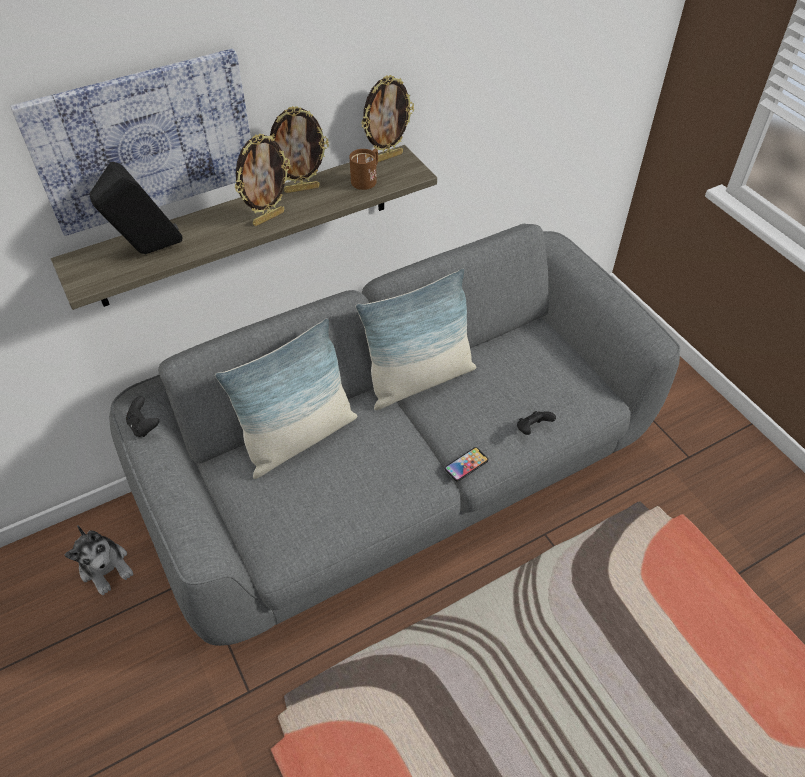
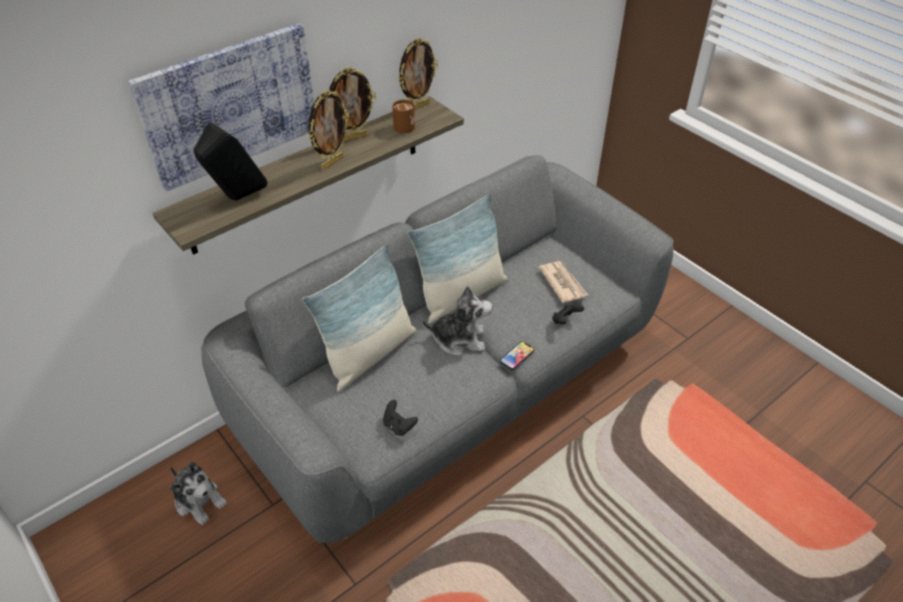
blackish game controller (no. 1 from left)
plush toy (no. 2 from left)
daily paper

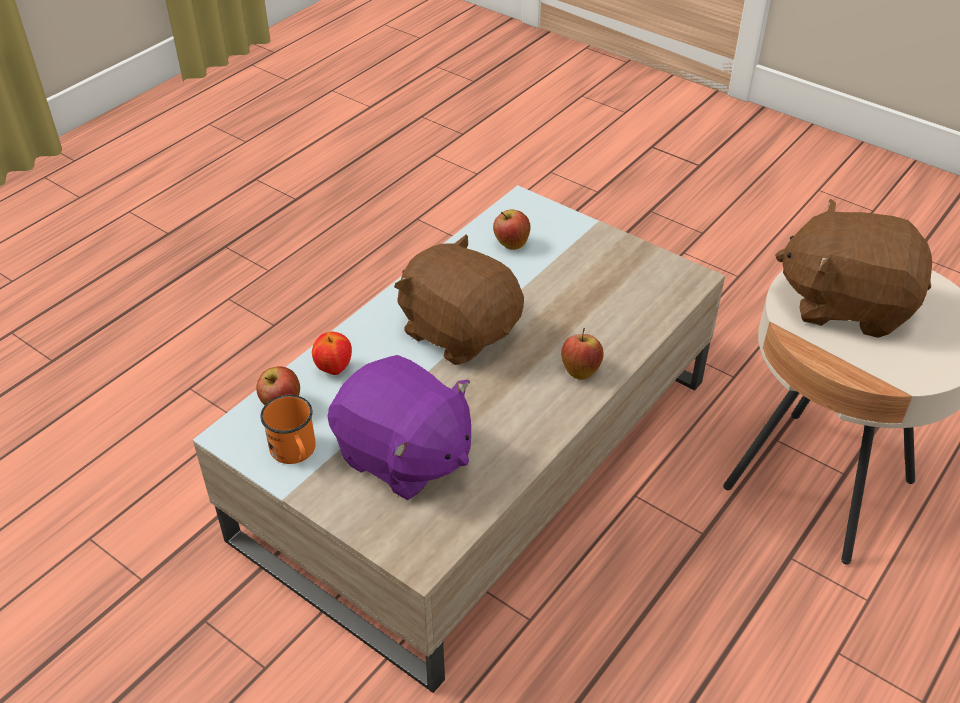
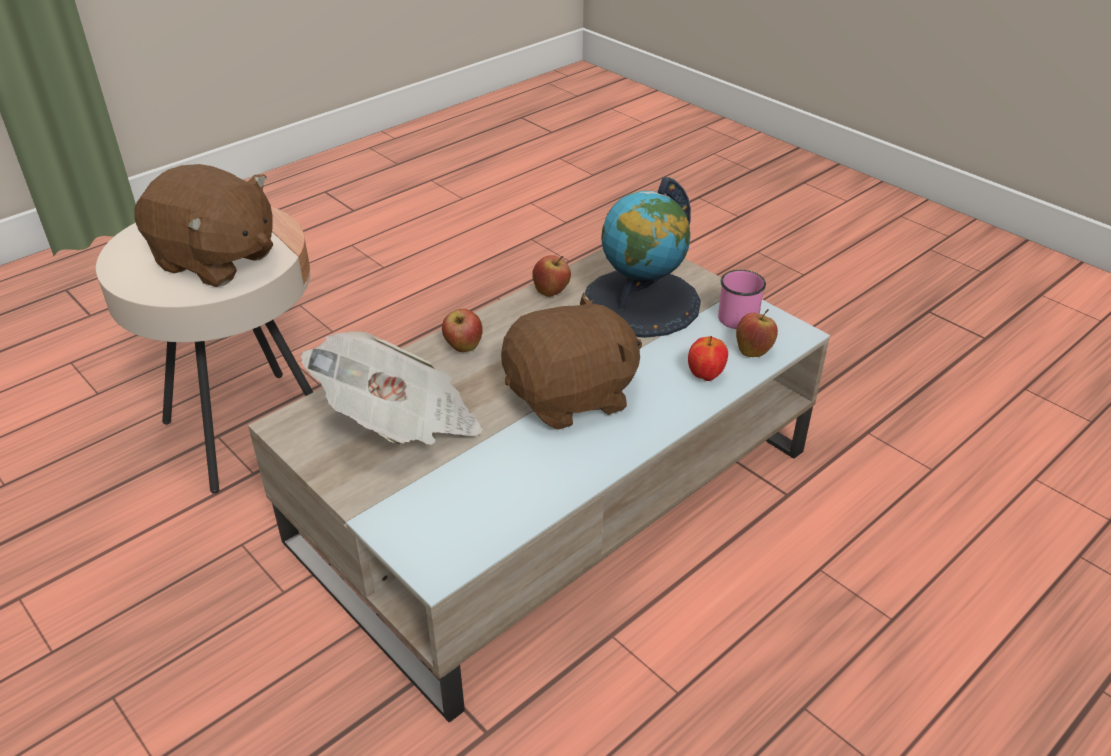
daily paper
brown-coloured plush toy (no. 2 from left)
apple (no. 2 from left)
desk globe
pink-coloured tea mug

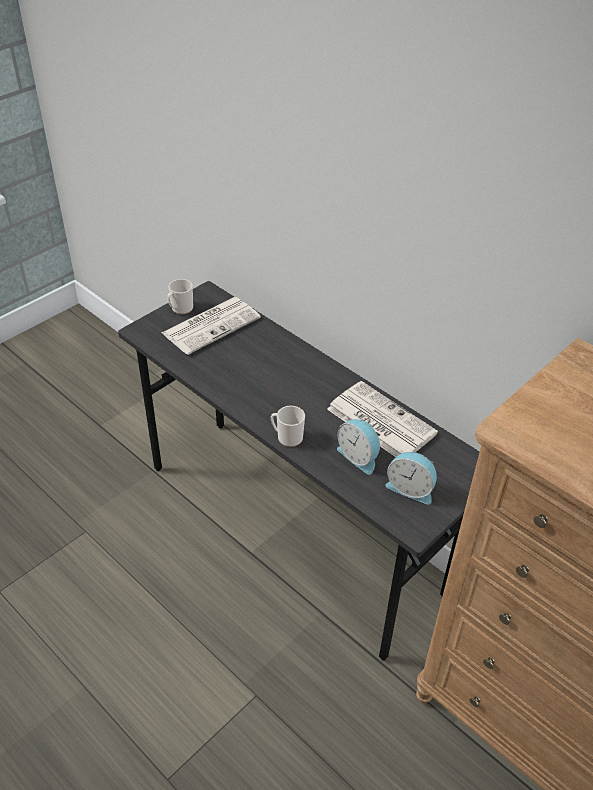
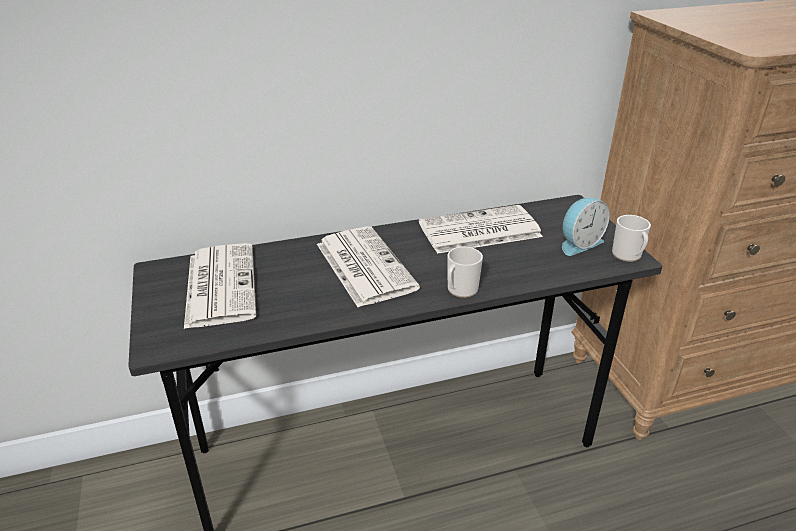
daily paper (no. 2 from left)
tea mug (no. 2 from left)
table clock (no. 1 from left in the first image)

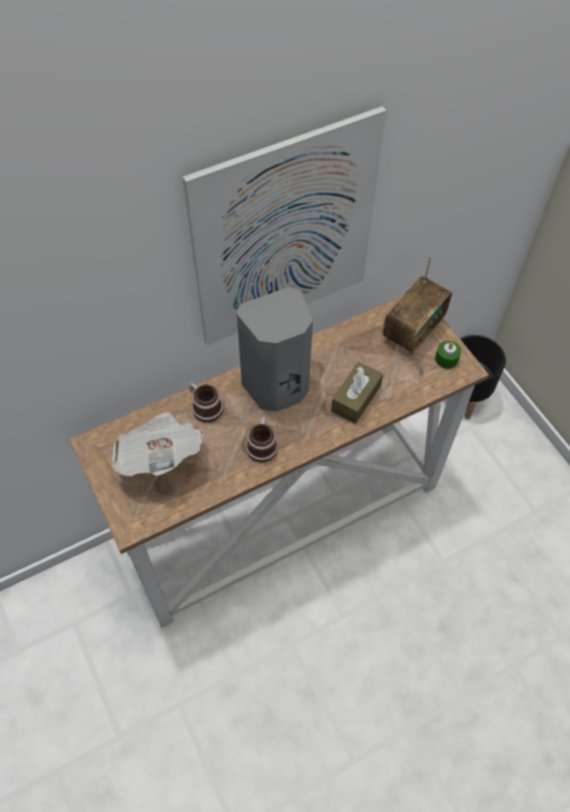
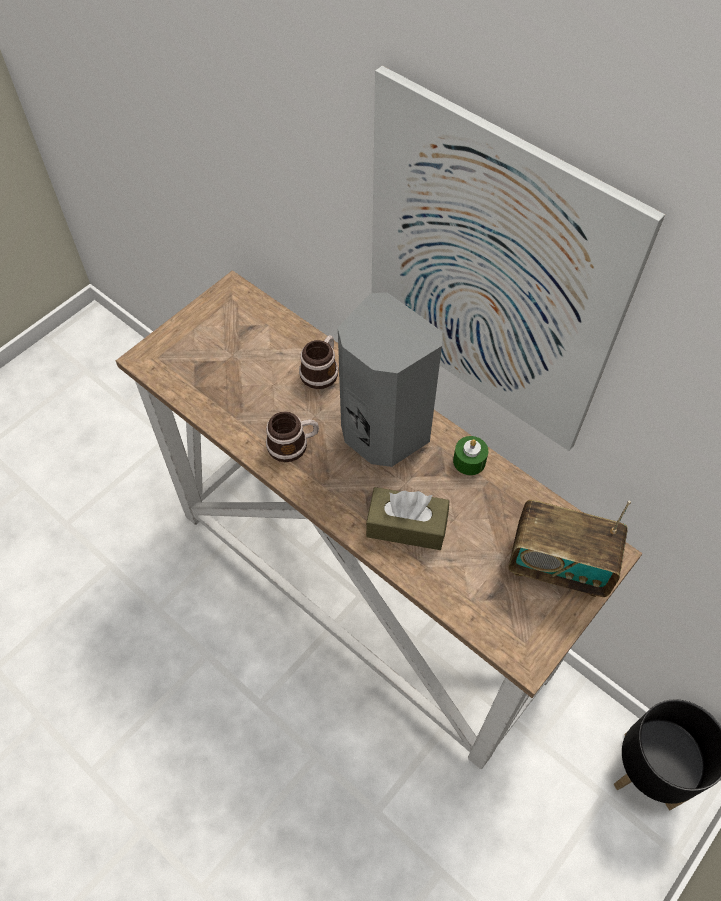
greenish wax candle
daily paper

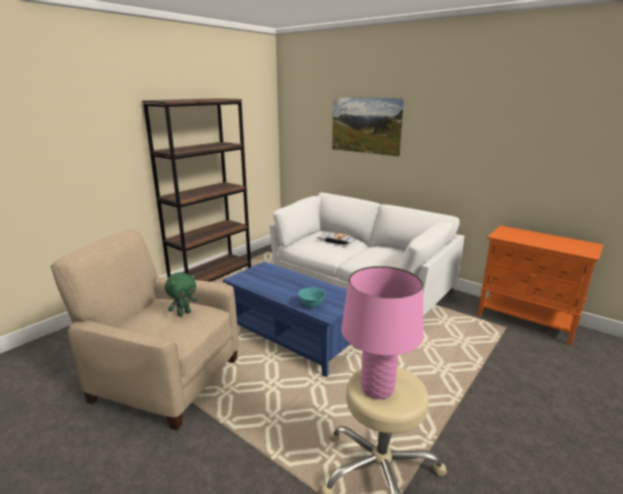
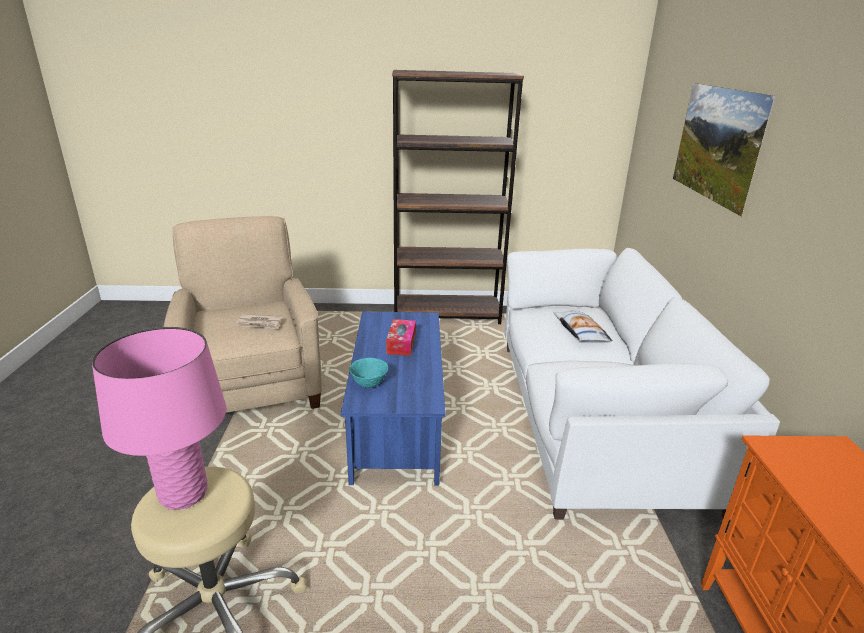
daily paper
box of tissues

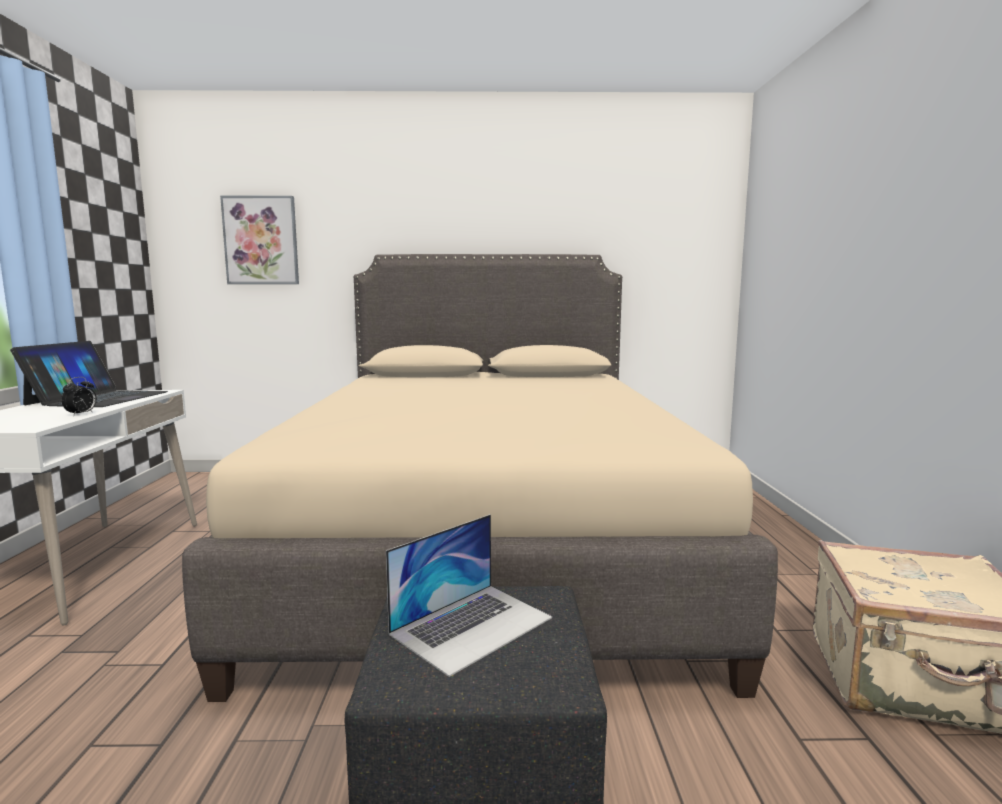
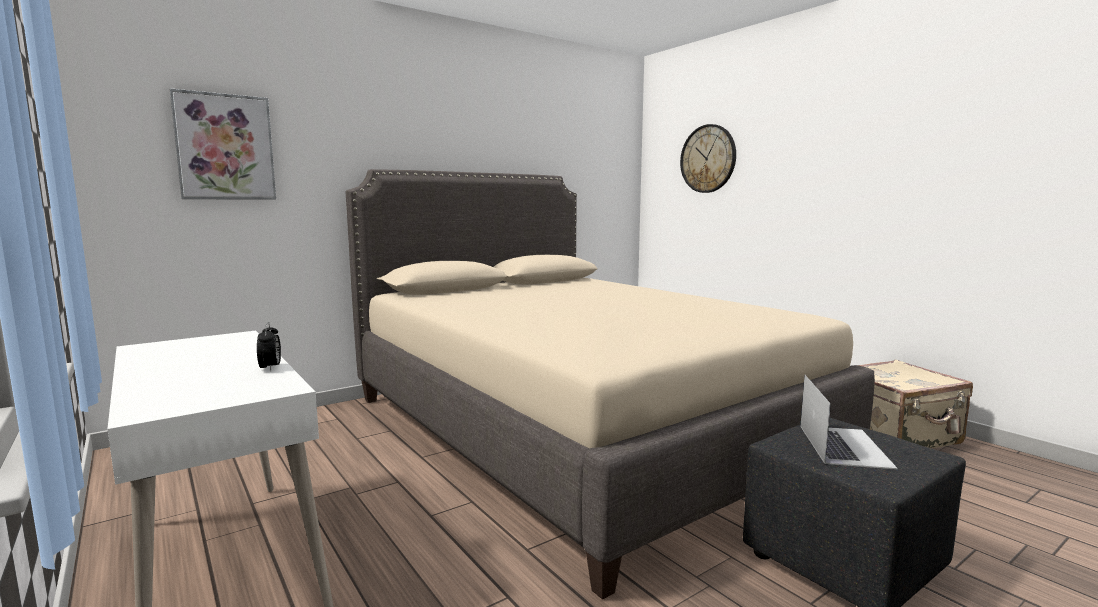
clock on the wall
portable computer (no. 1 from left in the first image)

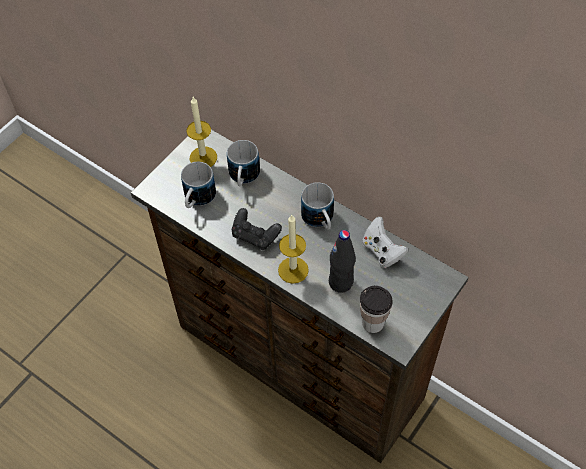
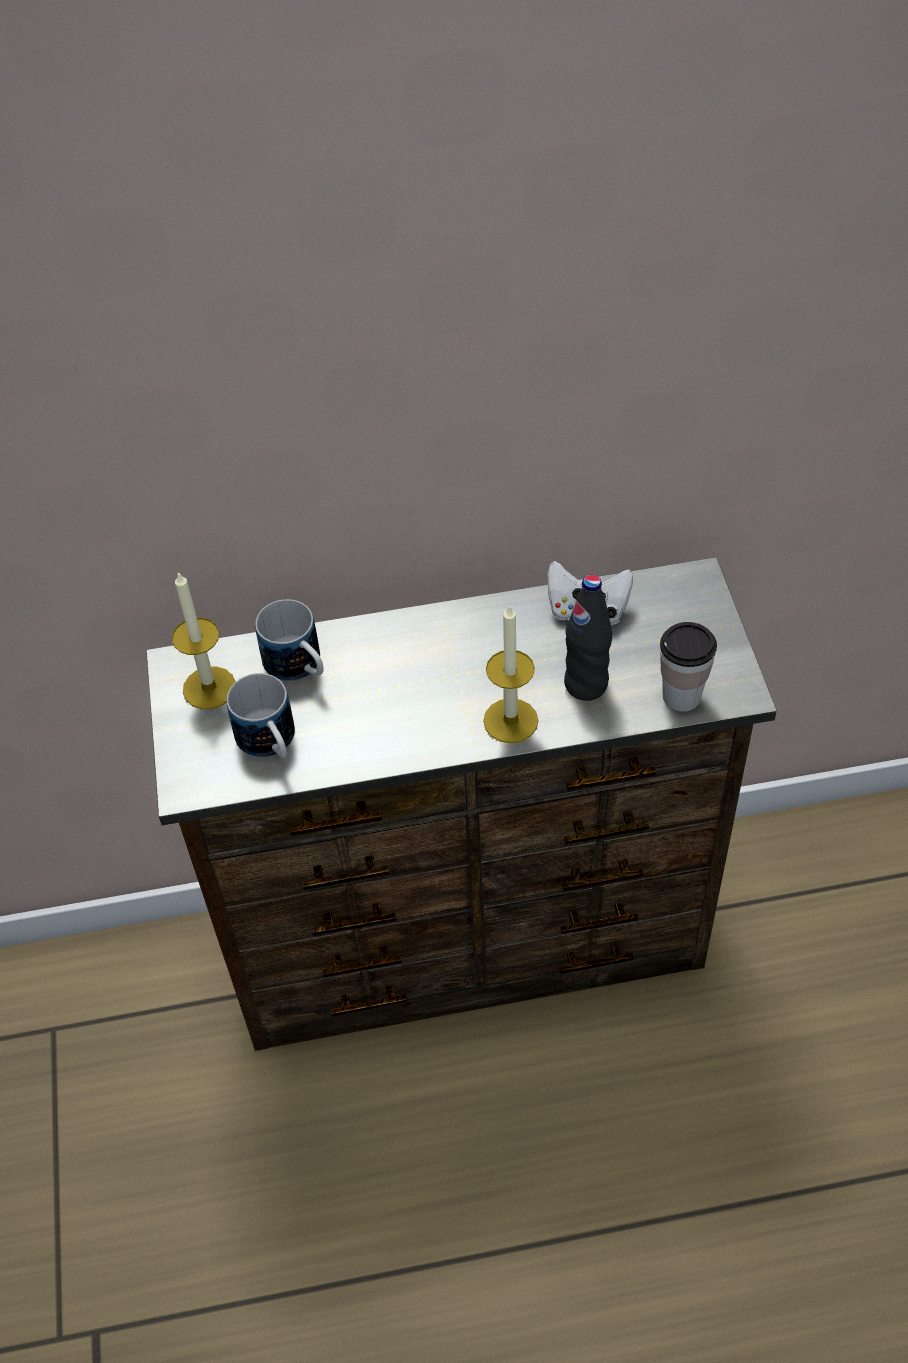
blackish game controller
tea mug (no. 3 from left in the first image)

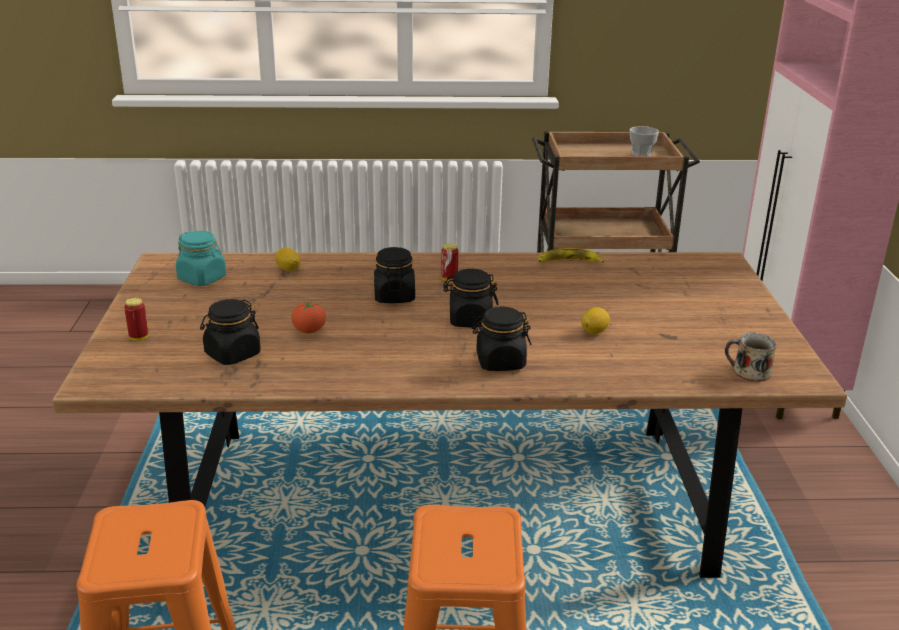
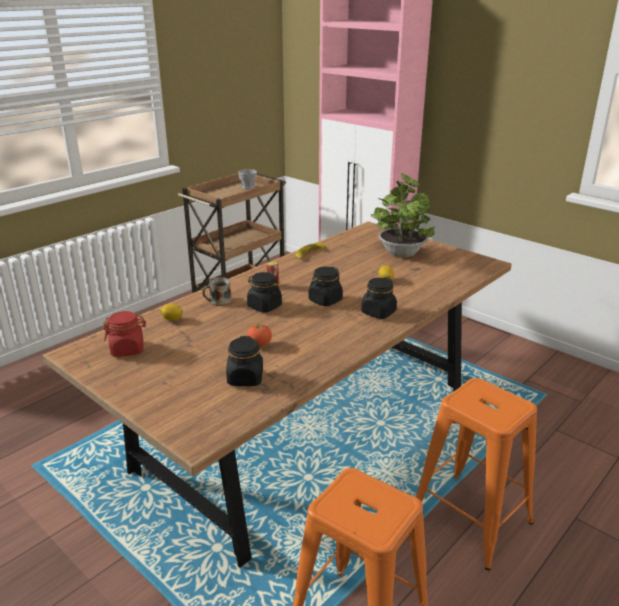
red-coloured preserve jar
tea mug
houseplant
metal can (no. 1 from left in the first image)

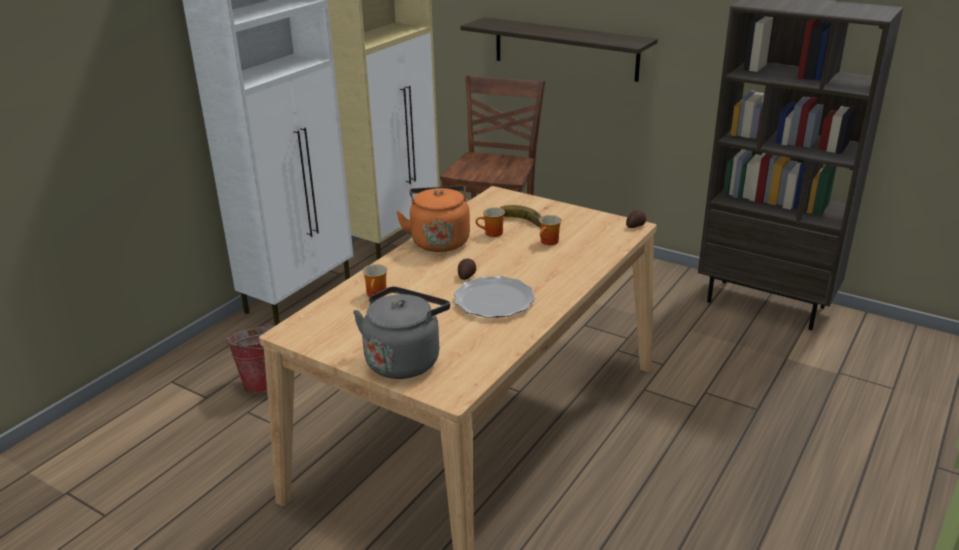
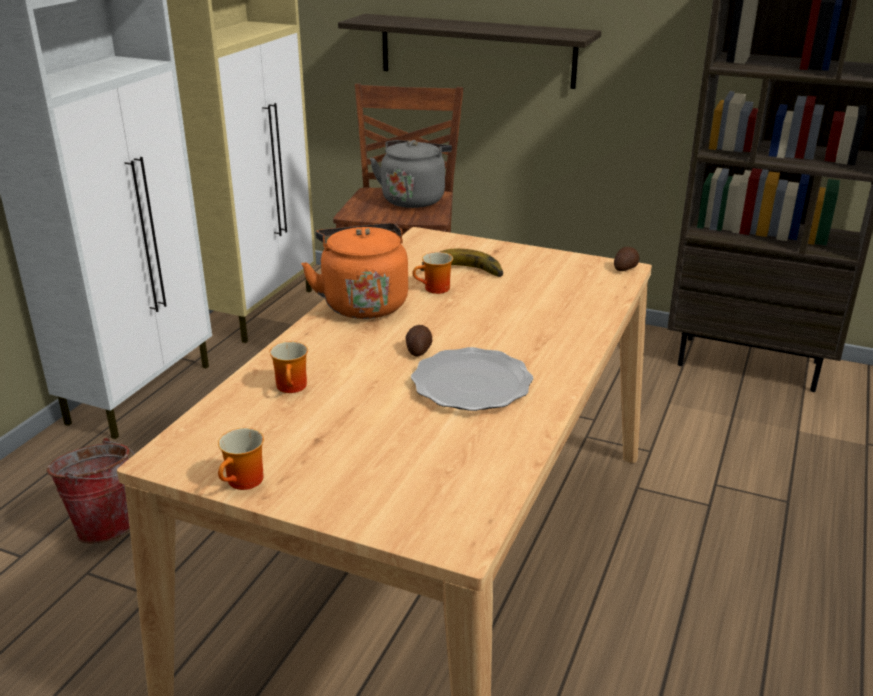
tea mug (no. 1 from left)
grey tea kettle

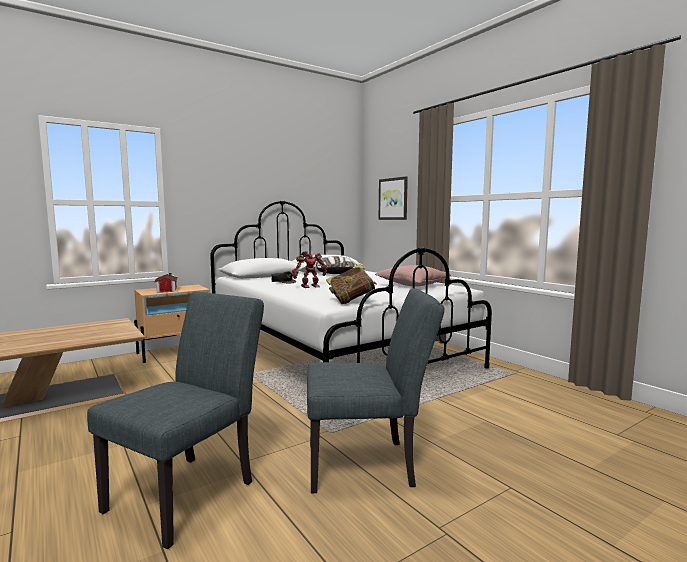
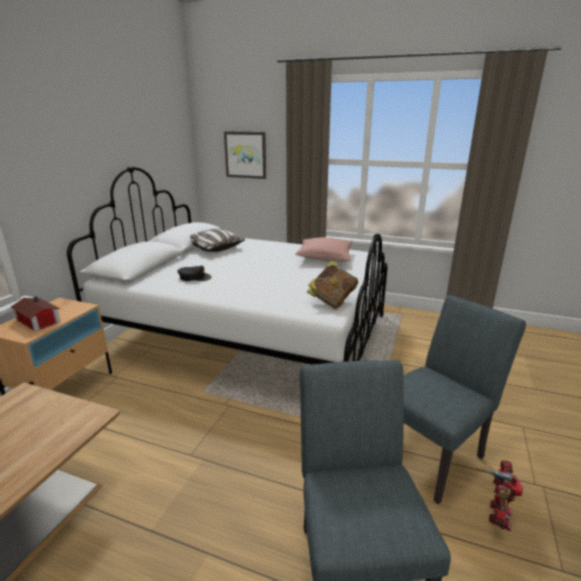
toy robot

